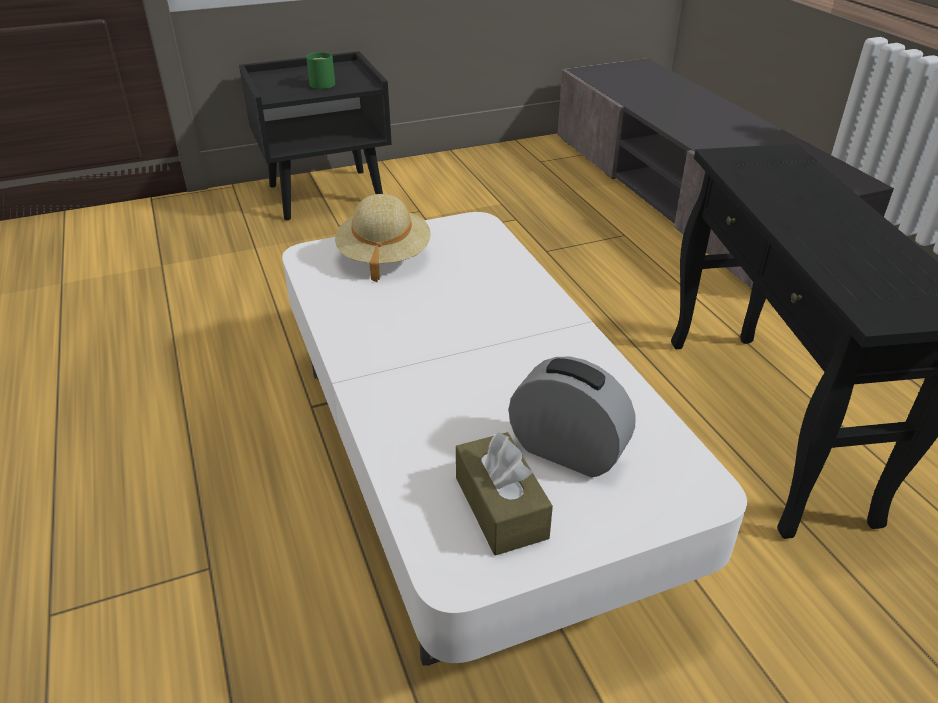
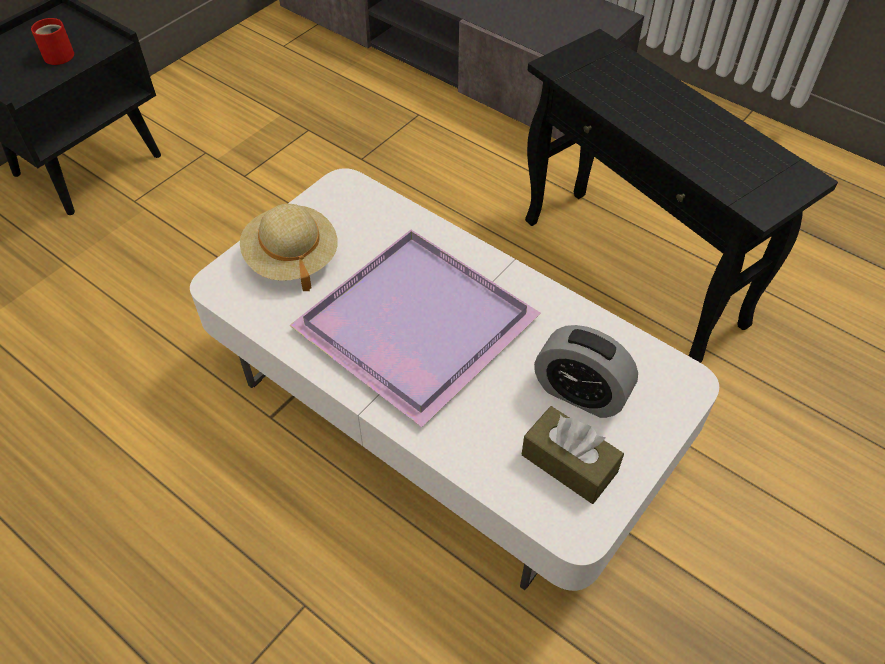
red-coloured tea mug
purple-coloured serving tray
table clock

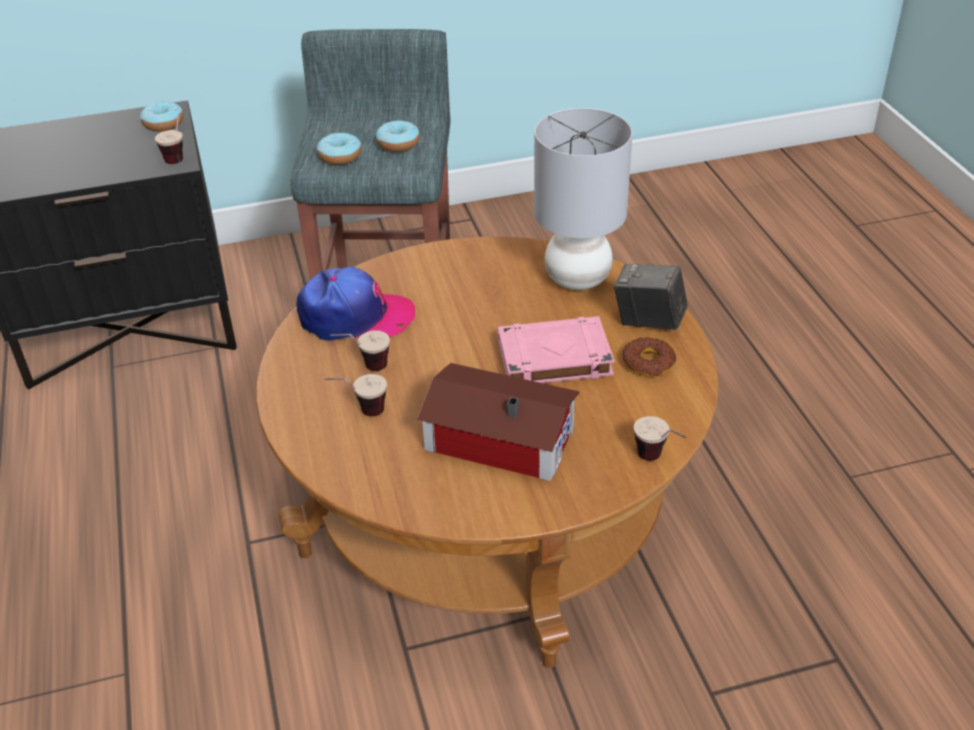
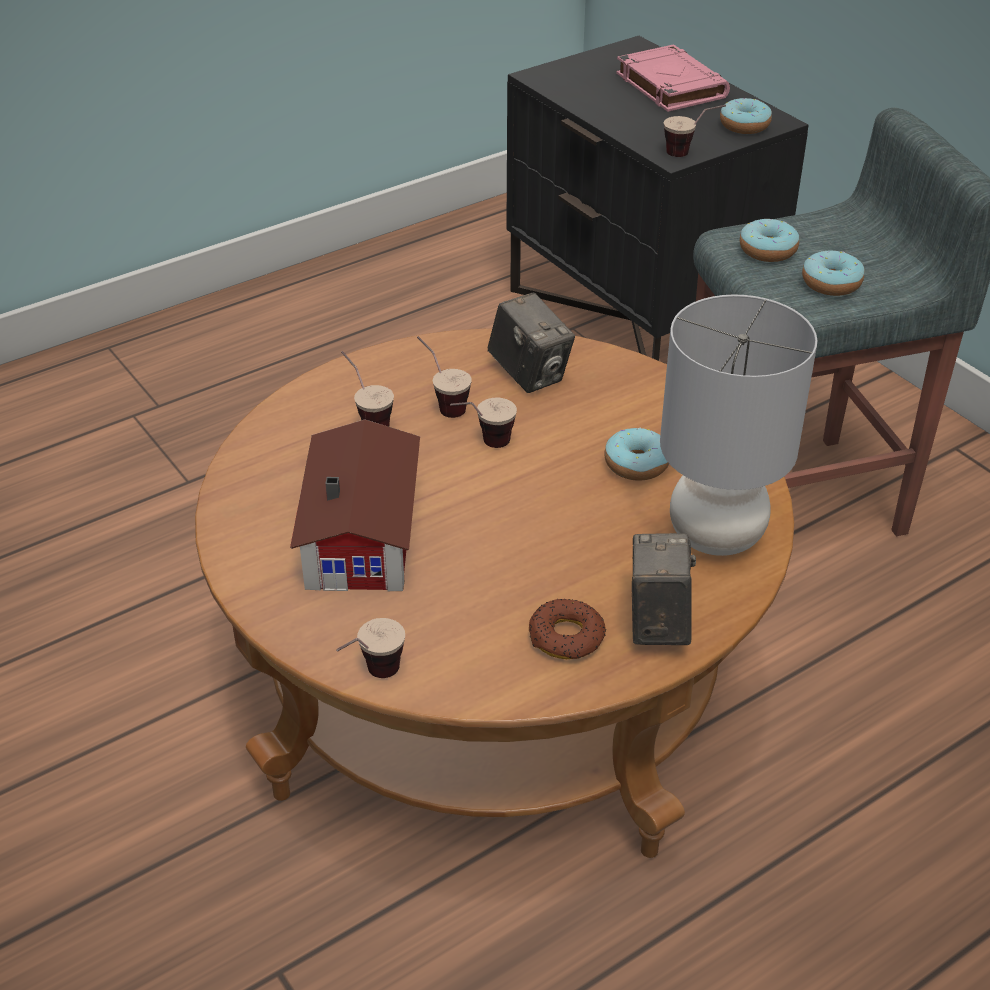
cup (no. 4 from left)
still camera (no. 1 from left)
doughnut (no. 2 from left)
pink-coloured book

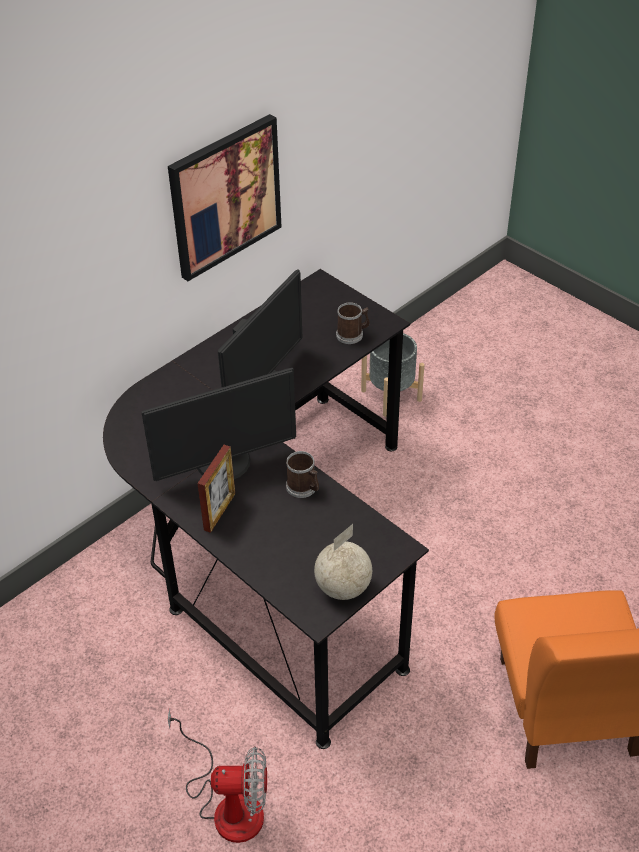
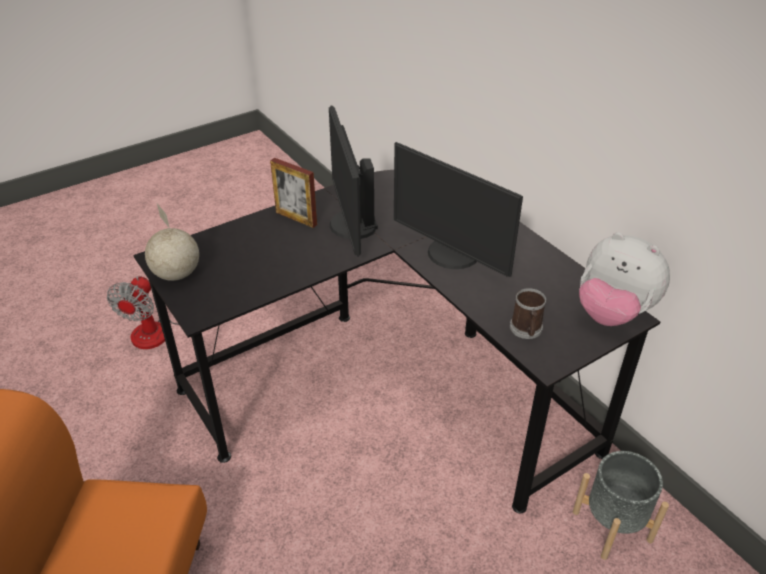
plush toy
wall picture
tea mug (no. 1 from left in the first image)

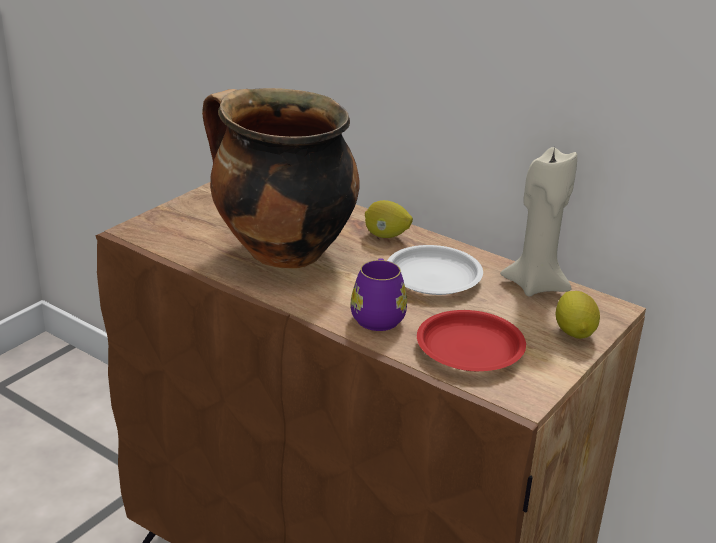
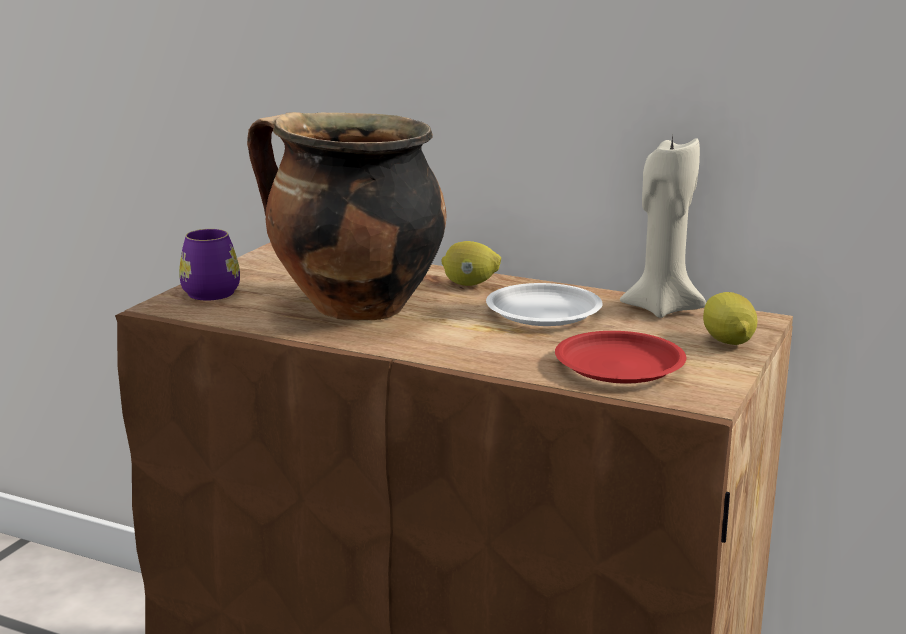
purple-coloured tea mug

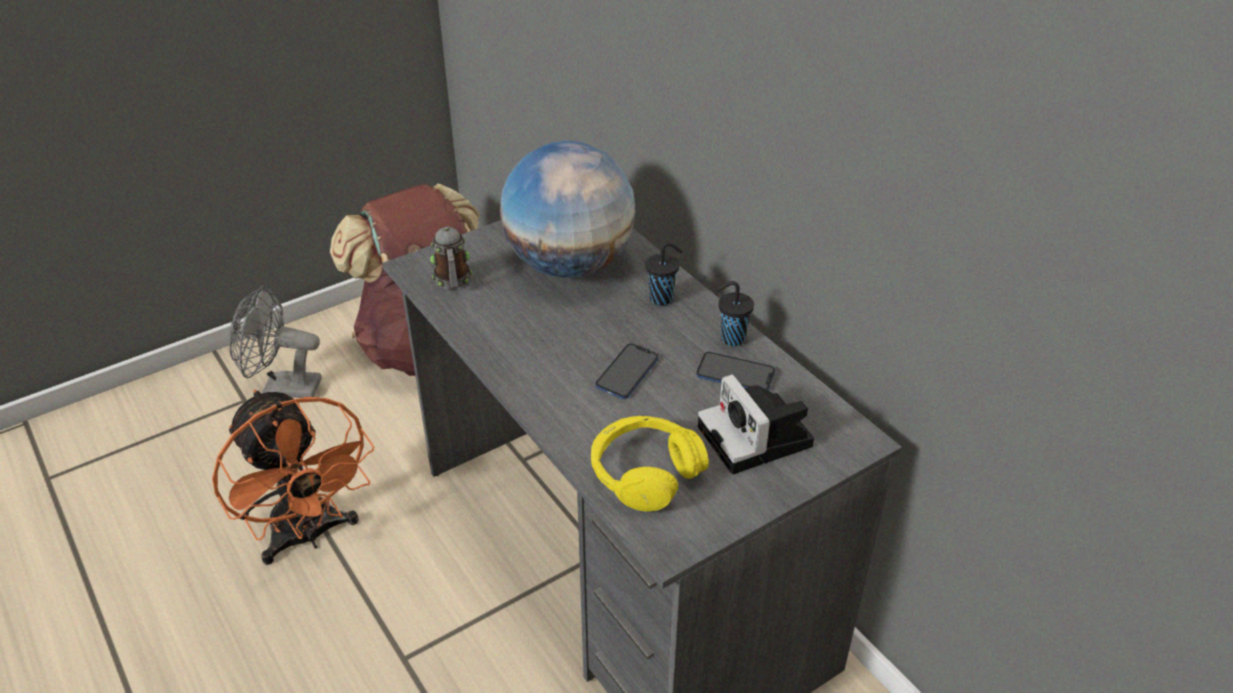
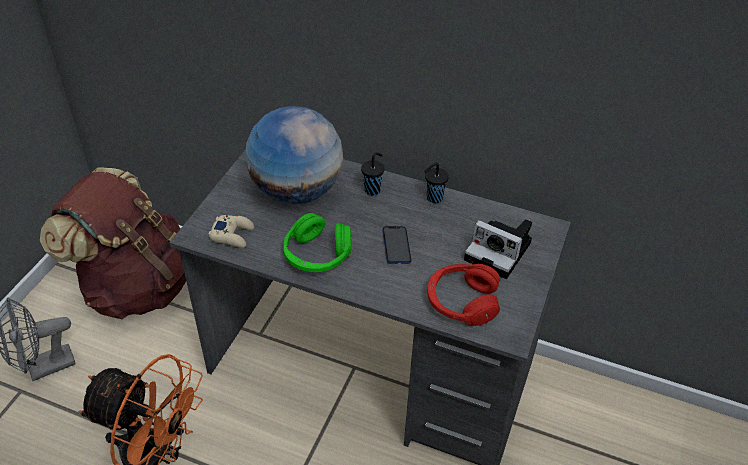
beige game controller
greenish pair of headphones
red-coloured pair of headphones
phone (no. 2 from left in the first image)

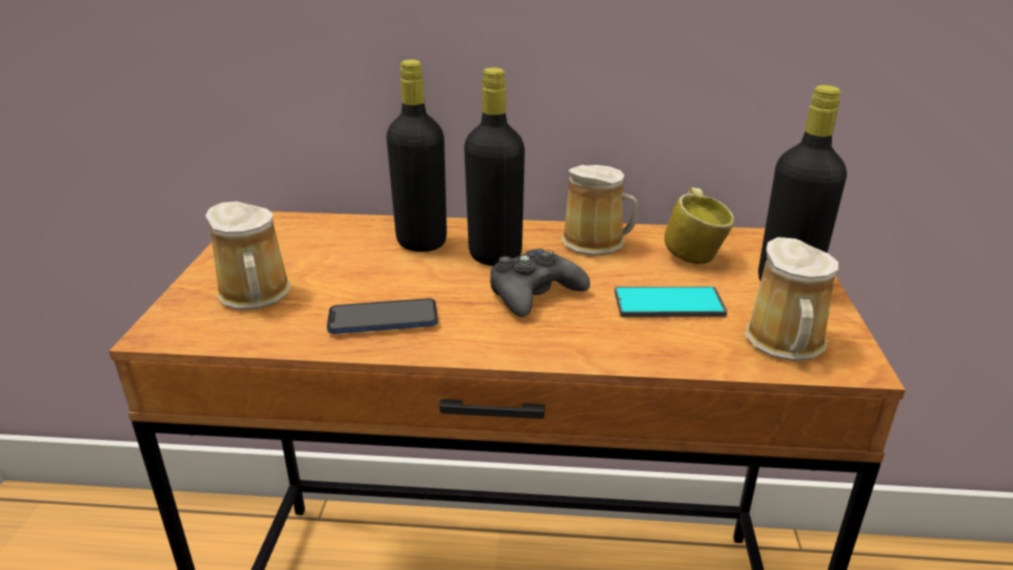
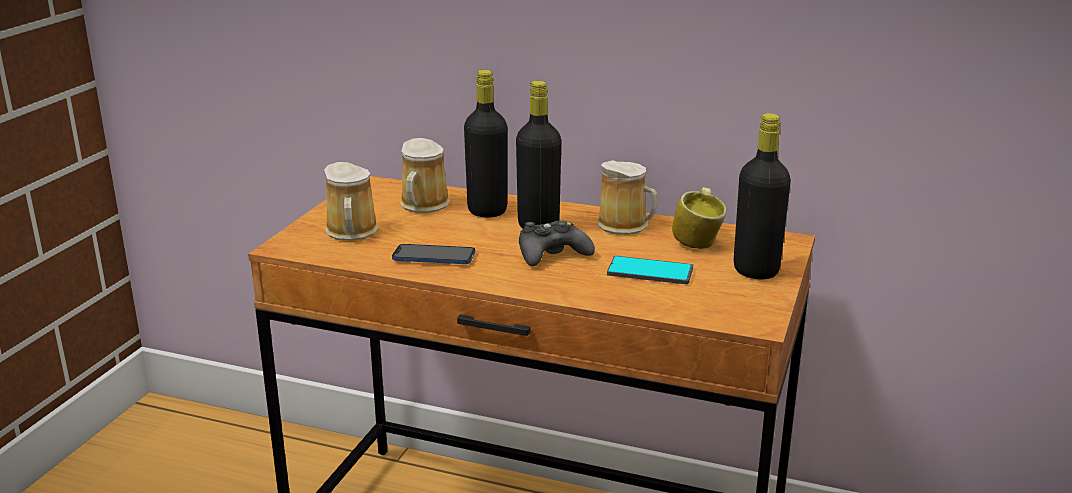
tea mug (no. 2 from left)

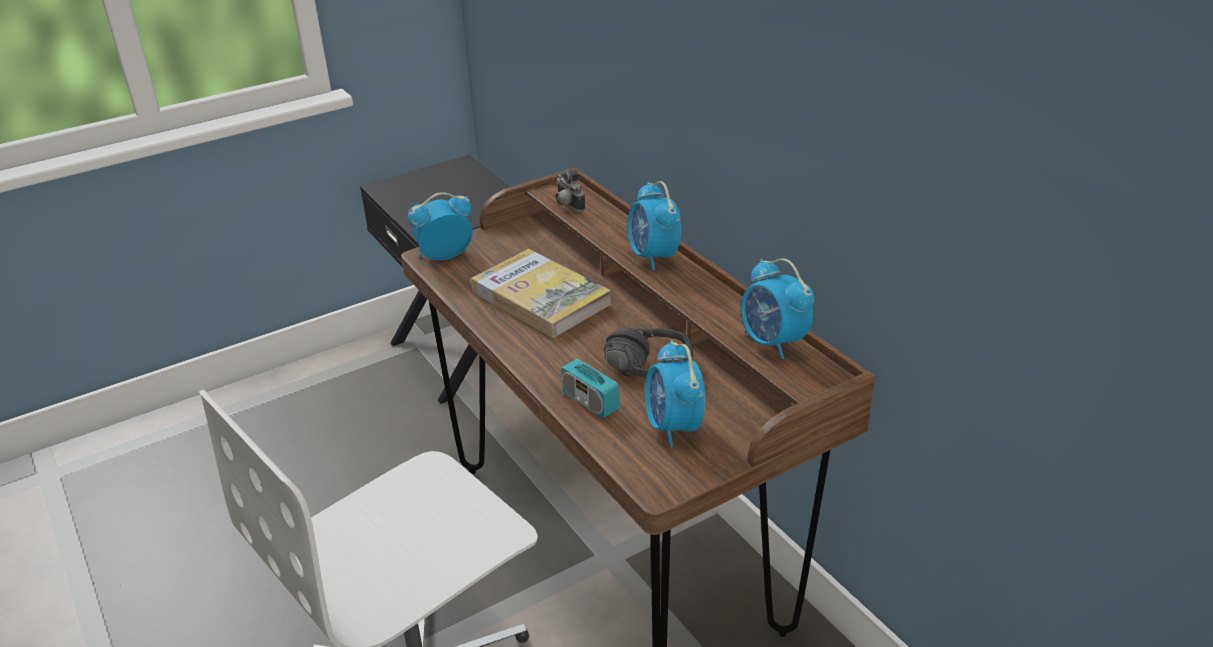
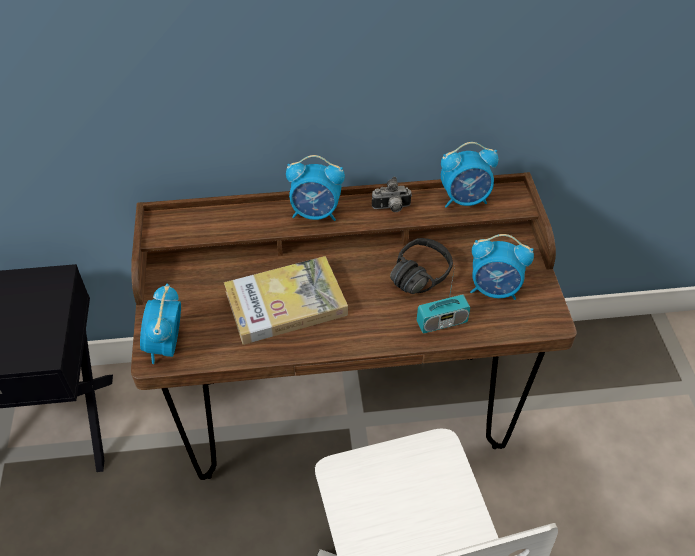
still camera

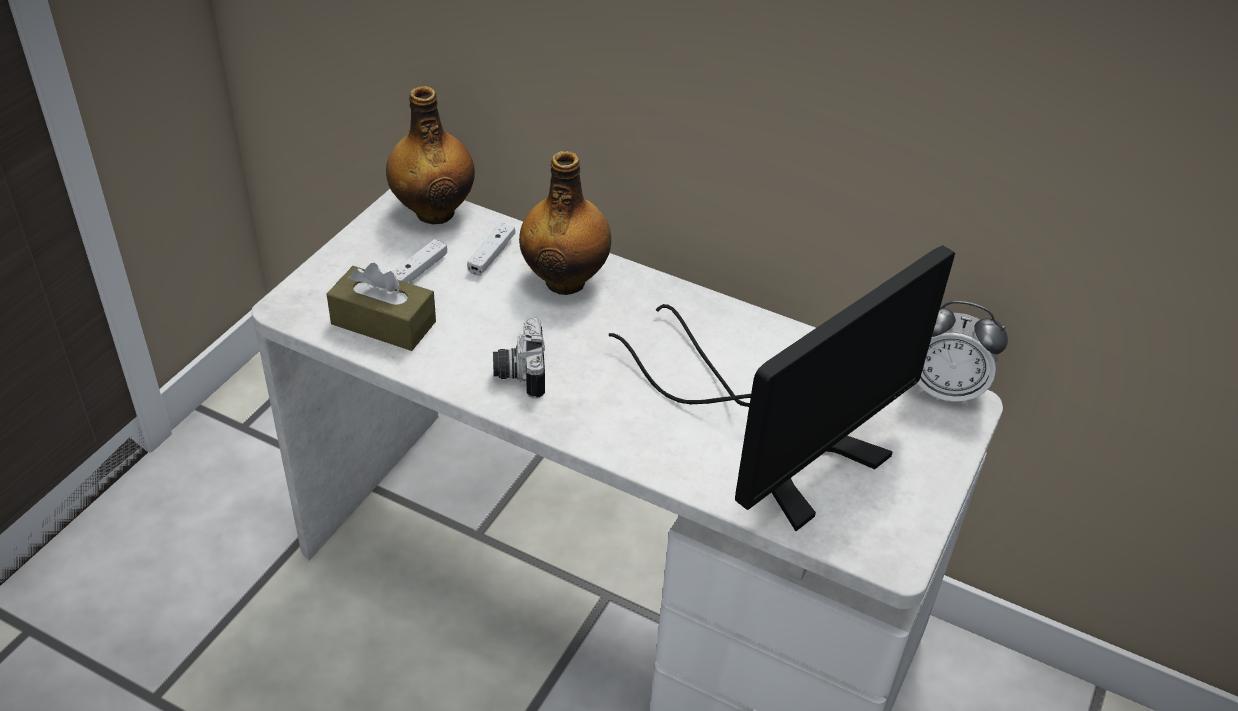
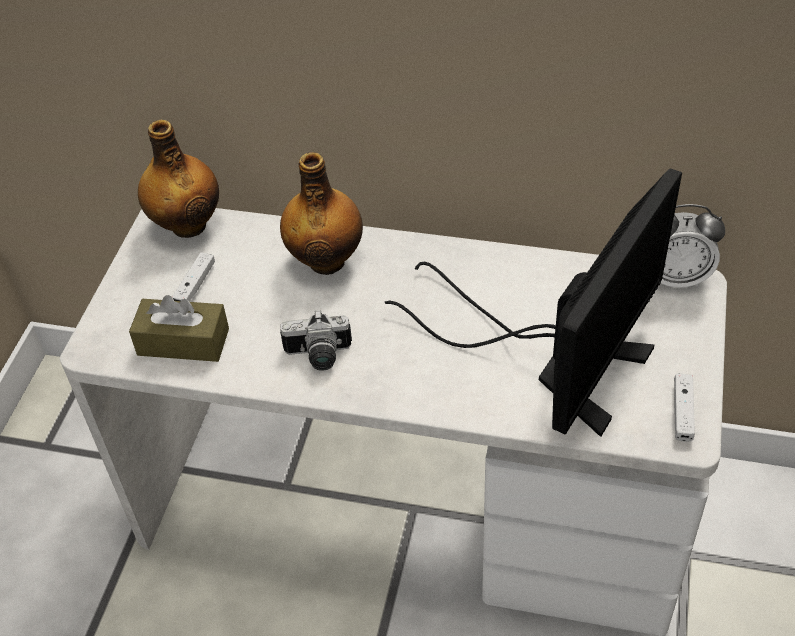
still camera
white game controller (no. 2 from left)

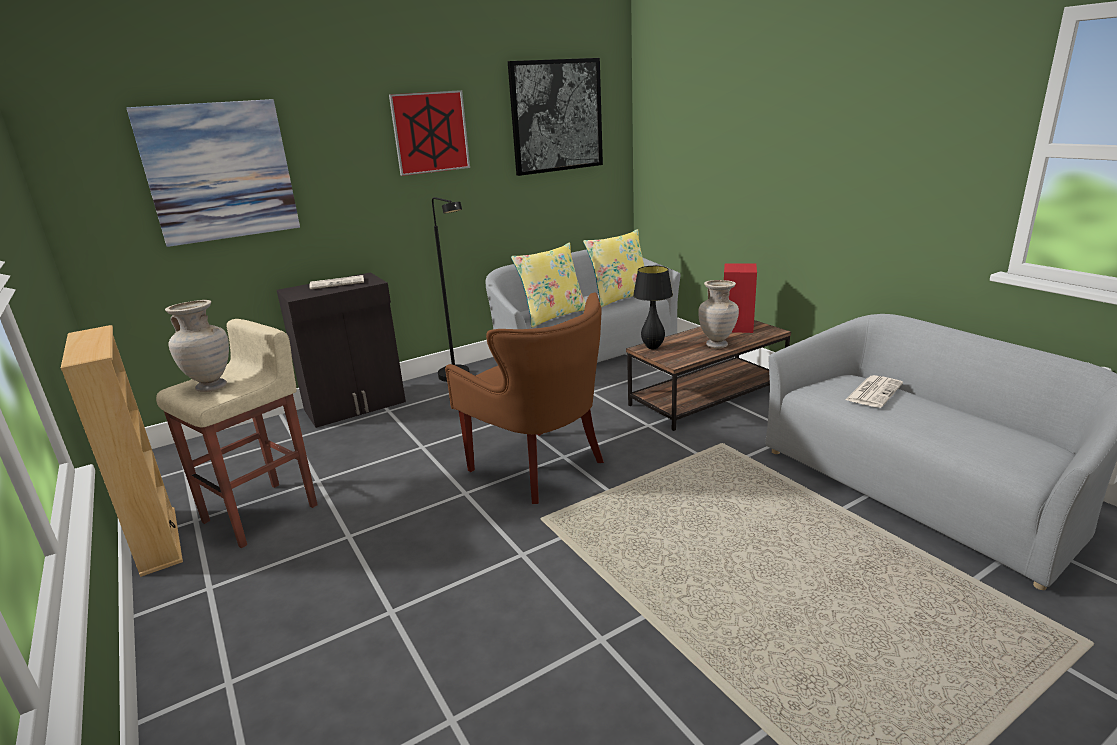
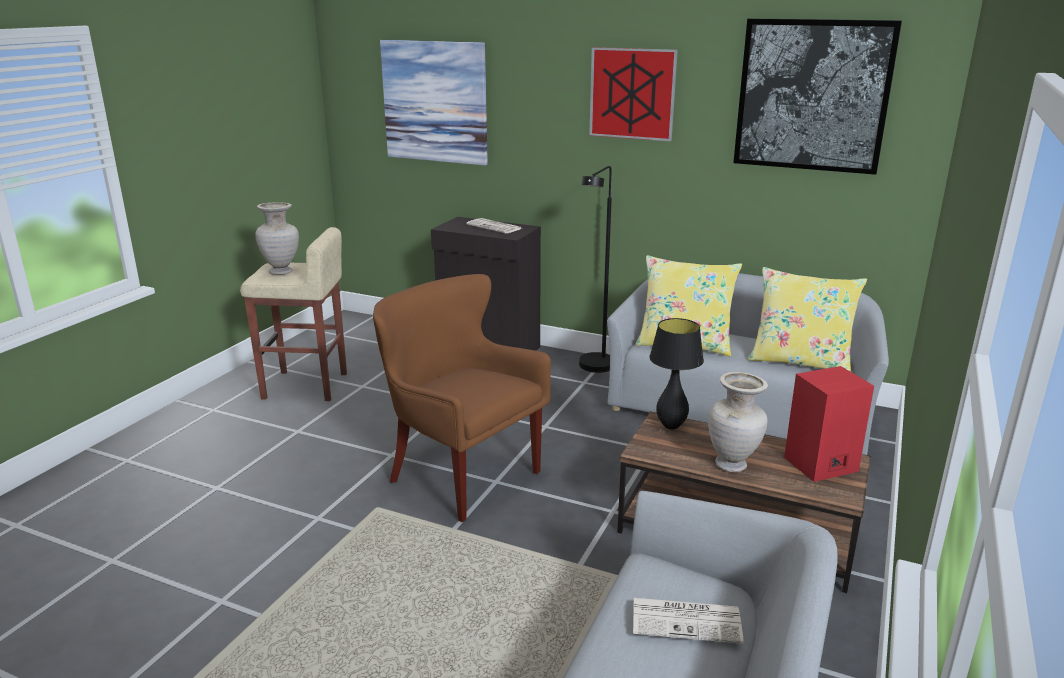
brown-coloured easy chair
beige shelving unit

